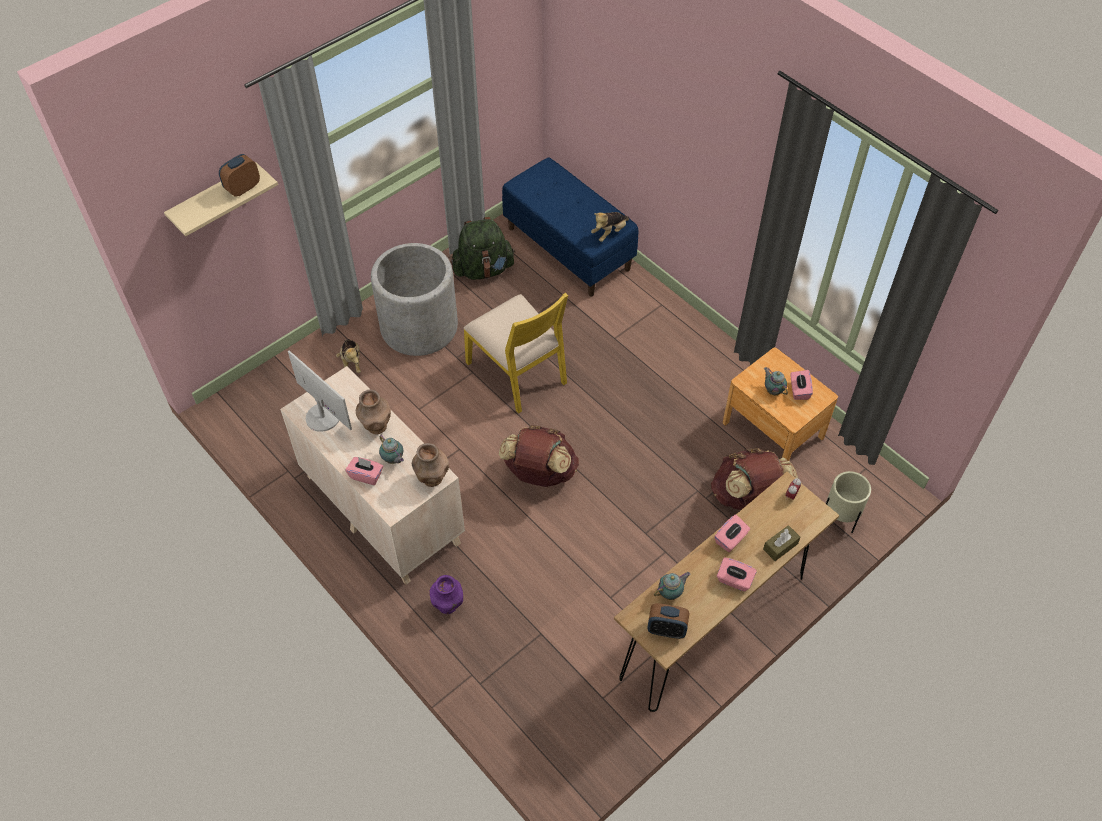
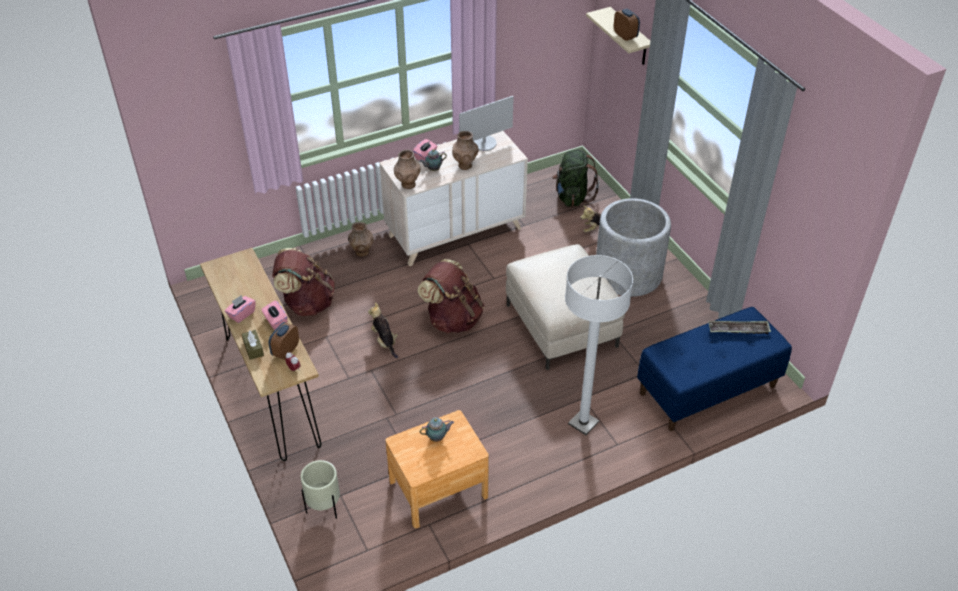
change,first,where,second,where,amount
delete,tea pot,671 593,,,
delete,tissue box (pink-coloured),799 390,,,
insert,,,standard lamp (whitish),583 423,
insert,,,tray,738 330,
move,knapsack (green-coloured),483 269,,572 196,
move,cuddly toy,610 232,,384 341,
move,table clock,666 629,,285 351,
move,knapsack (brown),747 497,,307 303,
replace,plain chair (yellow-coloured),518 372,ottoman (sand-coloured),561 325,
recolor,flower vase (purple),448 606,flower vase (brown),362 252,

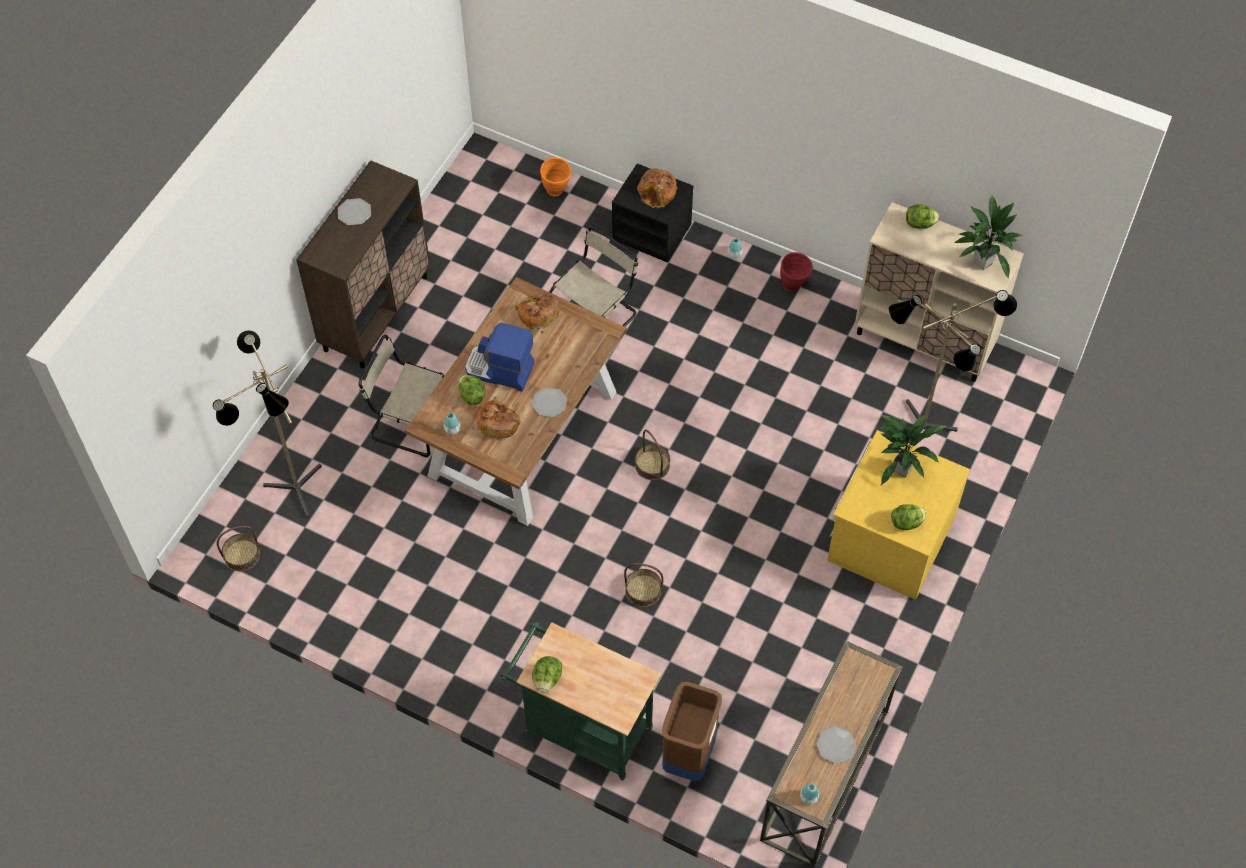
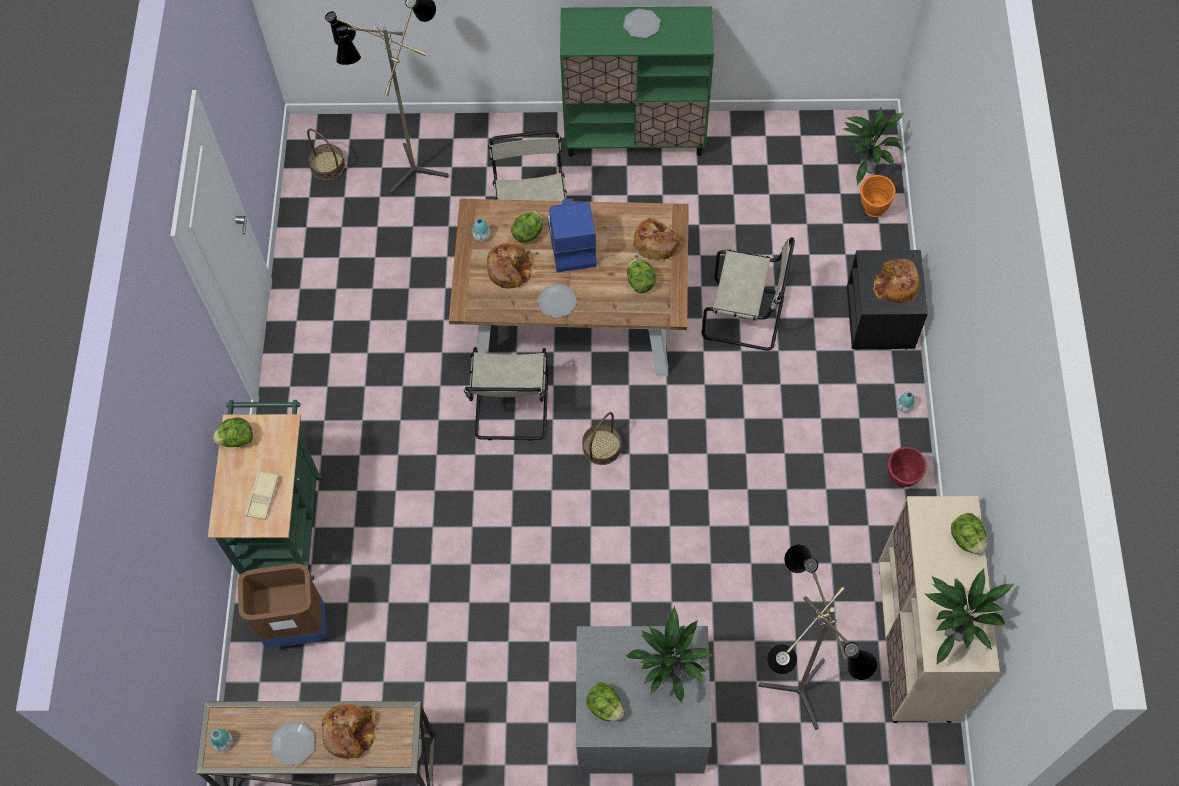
change,first,where,second,where,amount
delete,basket,643 590,,,
insert,,,tray (sand-coloured),263 497,
insert,,,baked bread,349 732,
insert,,,plain chair (sand-coloured),511 410,
insert,,,lettuce,640 282,
insert,,,plant in a pot,866 167,
recolor,cabinet (brown),376 312,cabinet (green-coloured),635 136,
recolor,dresser (yellow-coloured),889 537,dresser (grey),641 714,

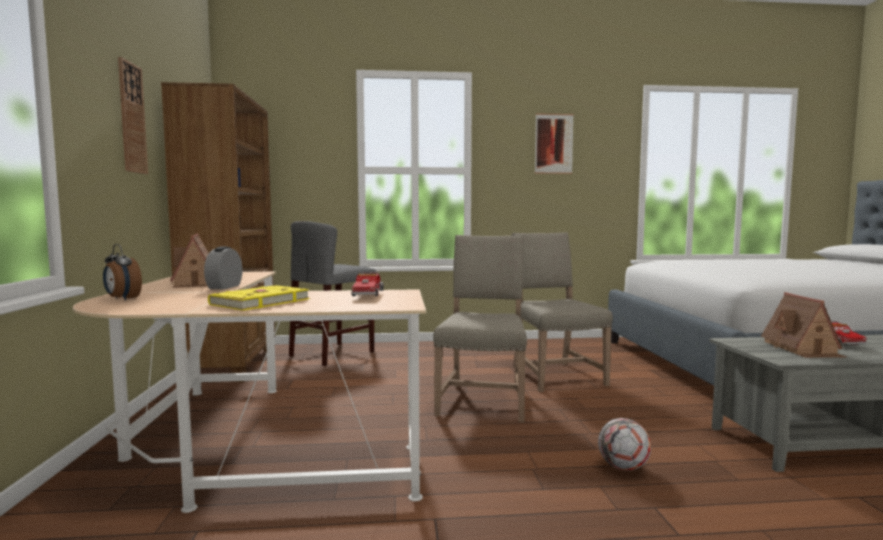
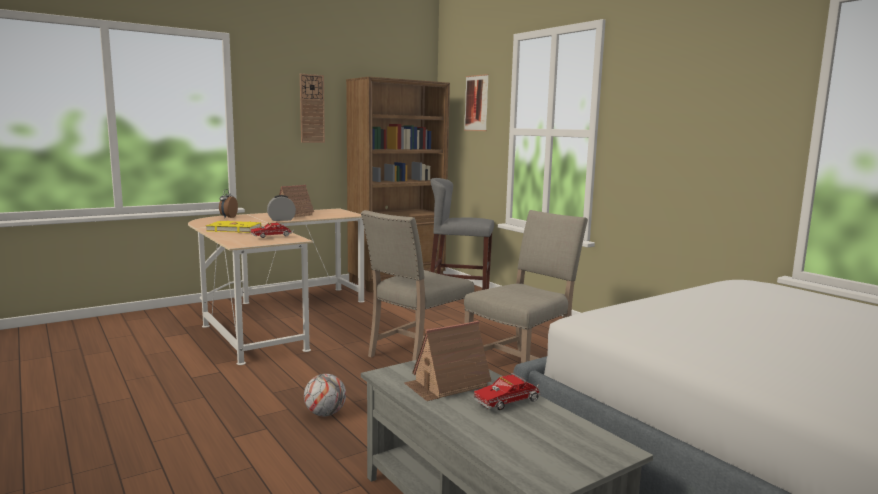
change,first,where,second,where,amount
move,wall art,553 144,,476 103,
rotate,plain chair (sand-coloured),483 400,,416 354,150 degrees clockwise

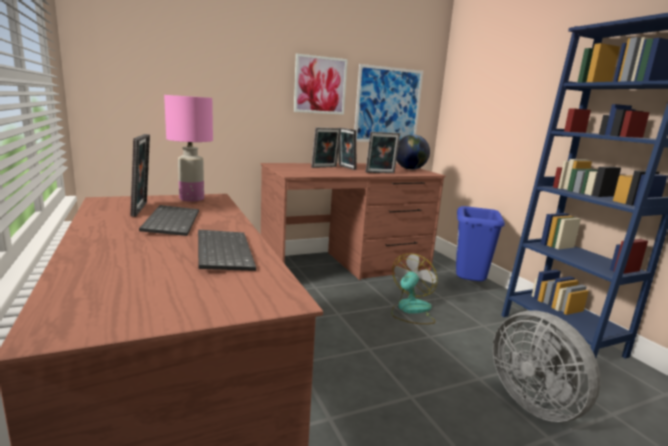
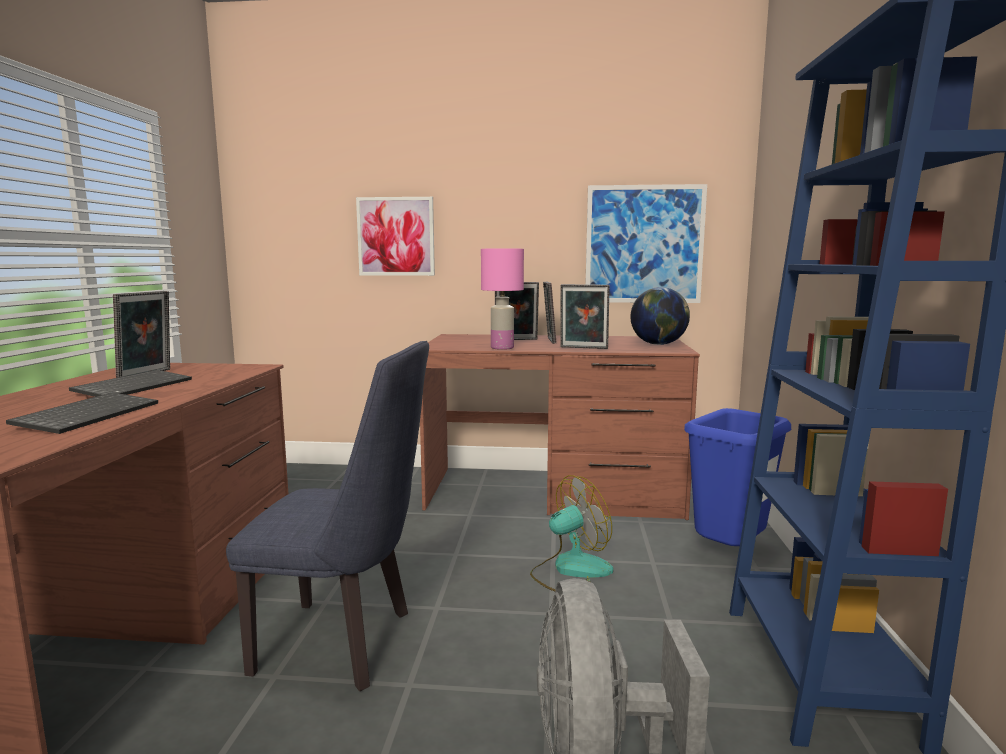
change,first,where,second,where,amount
insert,,,plain chair (blue),347 643,
move,lamp for a table (pink-coloured),191 199,,501 348,
move,wall art,320 85,,396 236,

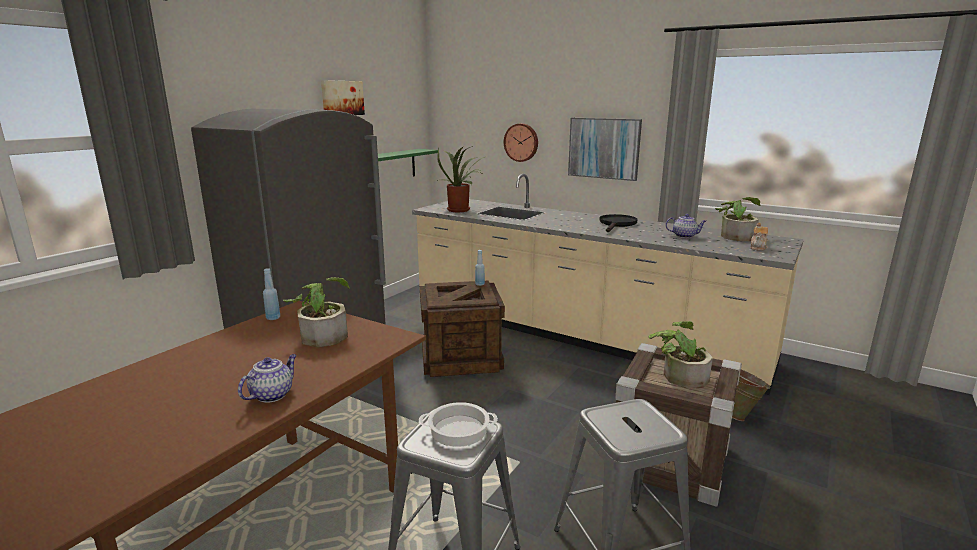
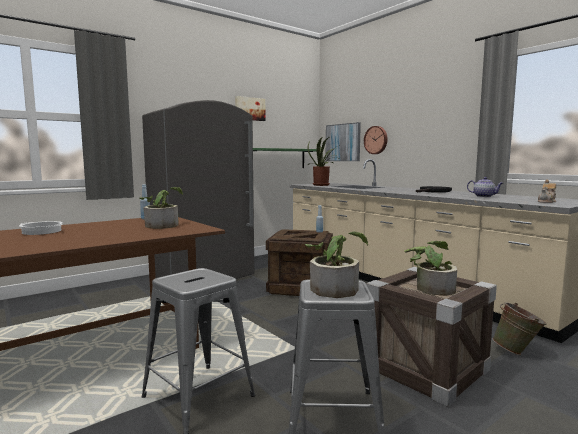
change,first,where,second,where,amount
delete,tea pot,272 394,,,
move,saucepot,459 429,,42 231,
move,wall art,604 148,,343 142,
move,plant in a pot,735 236,,335 287,

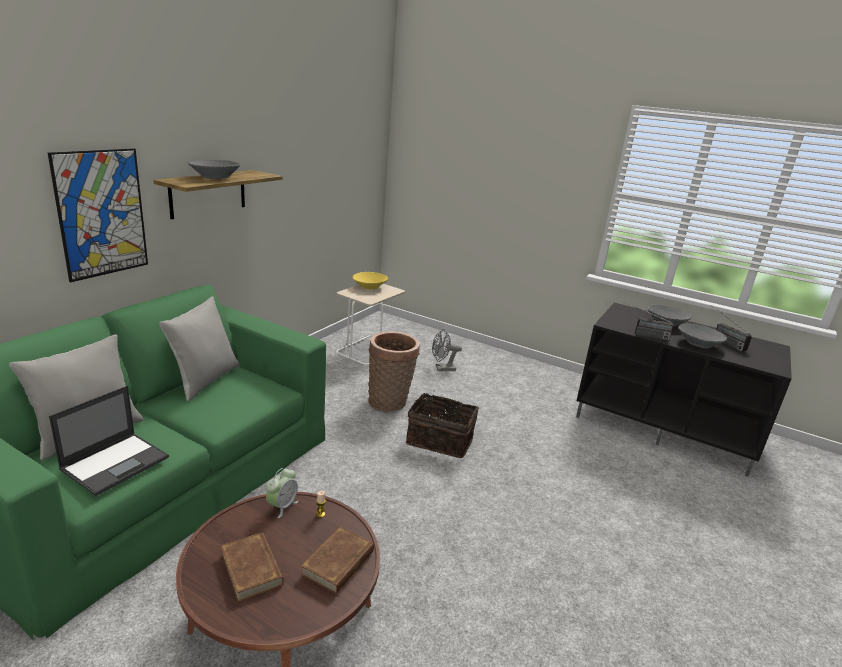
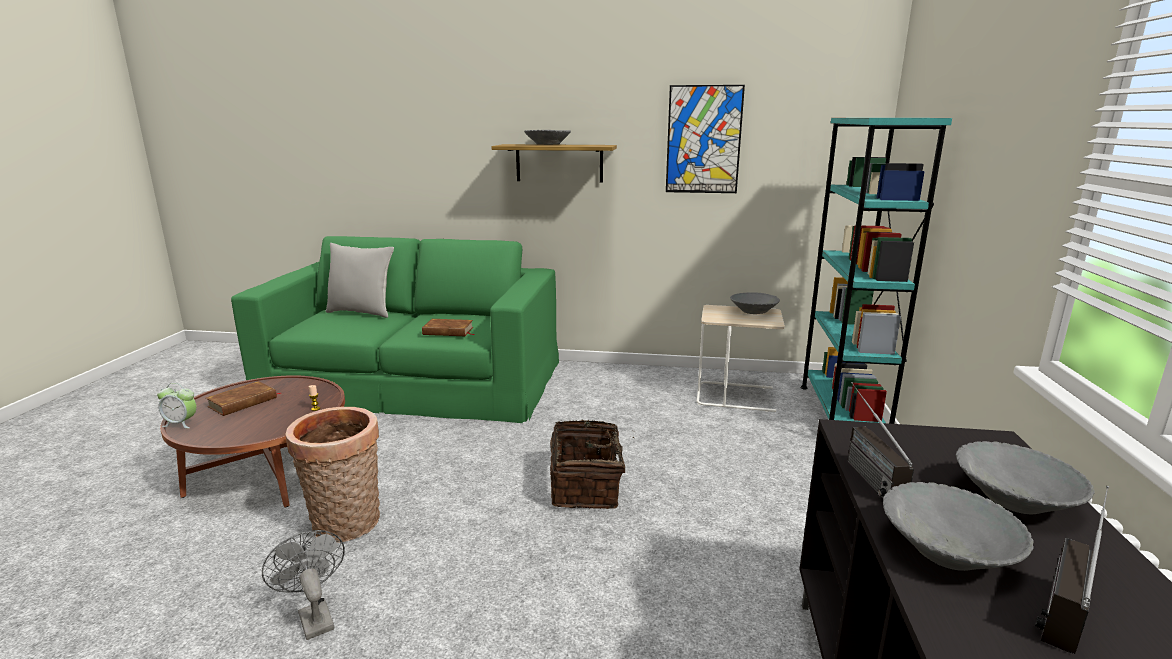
change,first,where,second,where,amount
delete,laptop,116 463,,,
delete,cushion (grey),204 380,,,
insert,,,bookshelf (blue-green),841 414,
move,wall art,102 214,,703 140,
move,table clock,282 506,,181 423,
move,volume (brown),338 563,,448 331,
move,basket,390 402,,346 526,
move,cooling fan (grey),442 368,,313 616,
recolor,serving bowl (yellow-coloured),369 287,serving bowl (grey),753 312,

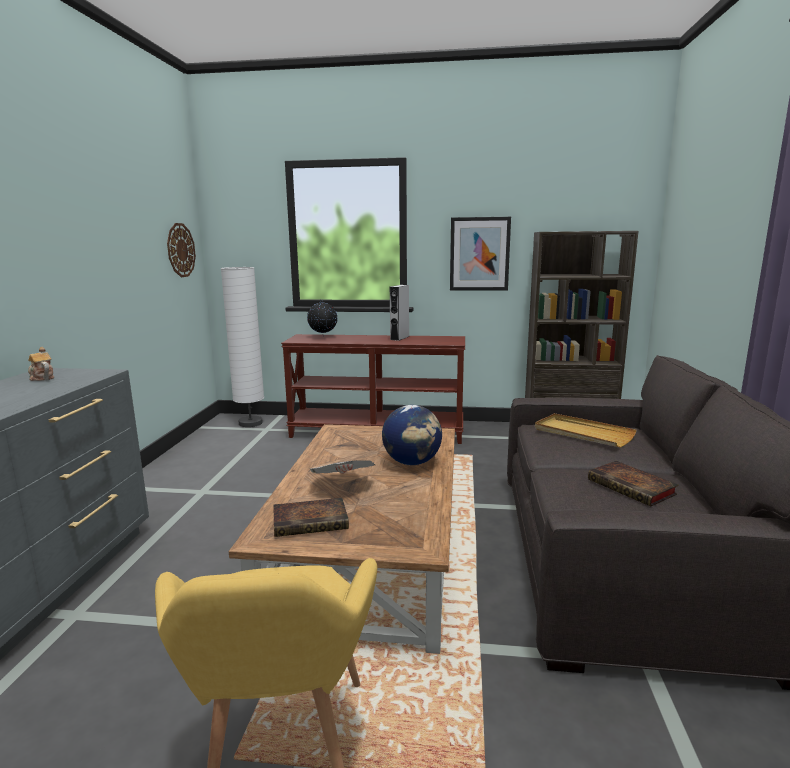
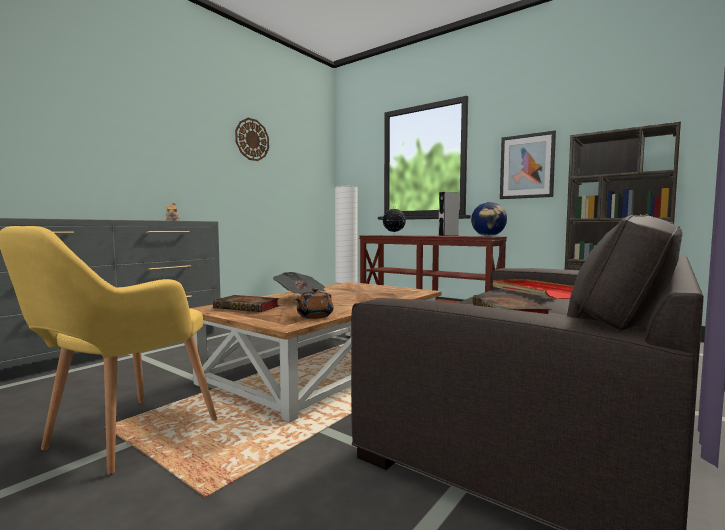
change,first,where,second,where,amount
insert,,,tea pot (brown),314 316,
move,hanging clock,180 250,,252 139,
move,world globe,412 462,,488 236,
recolor,tray (sand-coloured),582 433,tray (red-coloured),535 291,

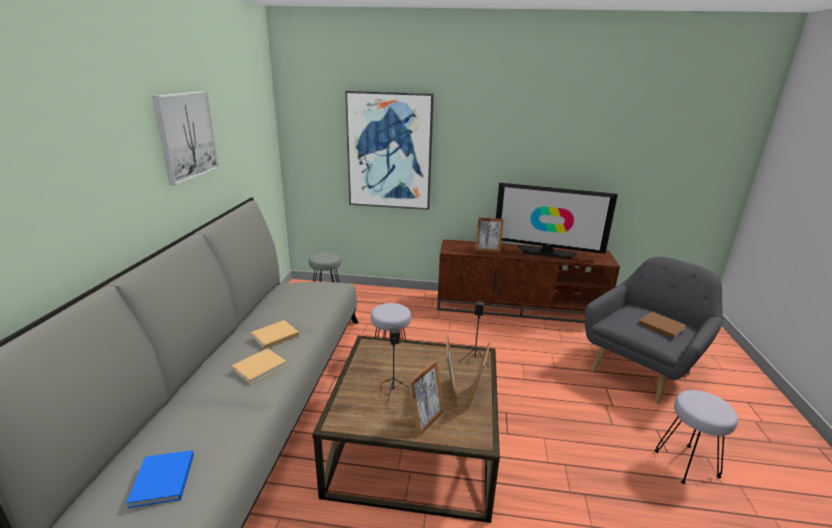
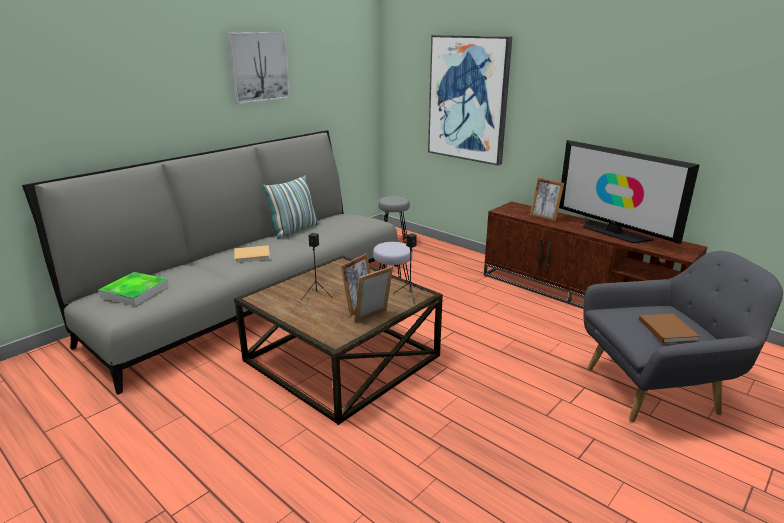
change,first,where,second,where,amount
delete,volume (sand-coloured),273 336,,,
delete,picture frame,426 421,,,
delete,sitting stool (grey),686 464,,,
insert,,,cushion,294 230,
replace,volume (blue),162 481,tray,135 292,

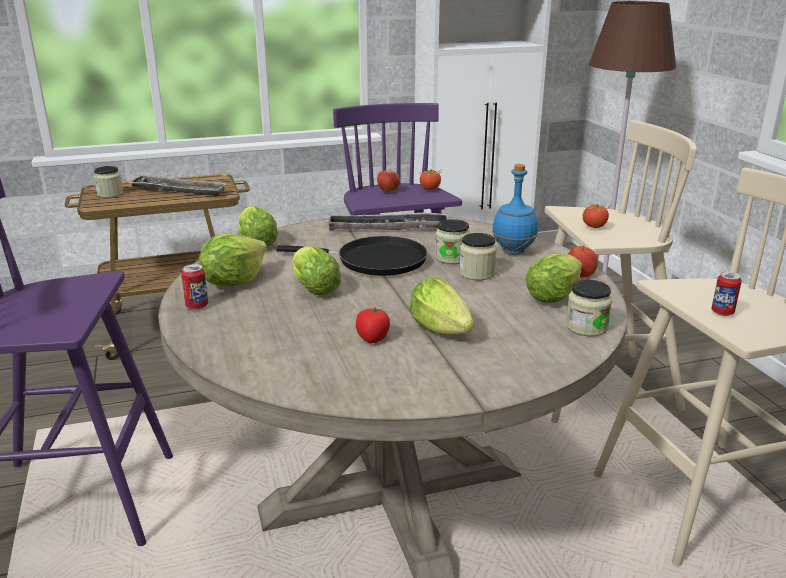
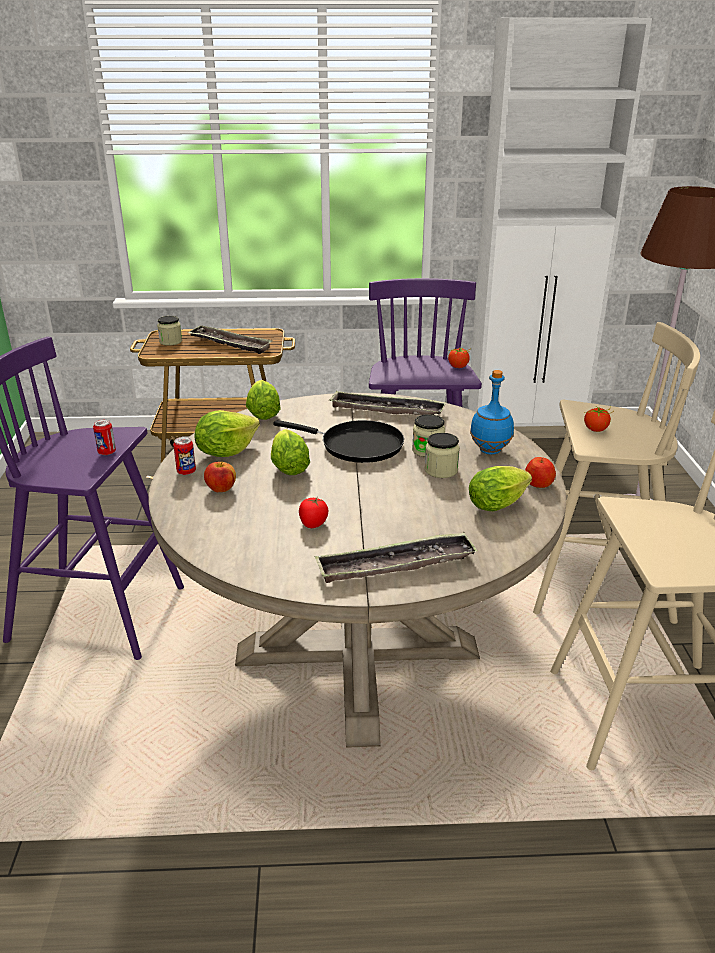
change,first,where,second,where,amount
delete,lettuce,444 332,,,
delete,preserve jar,586 327,,,
insert,,,tray,395 565,
move,whole apple,388 190,,221 489,
move,sealed can,722 312,,107 452,

